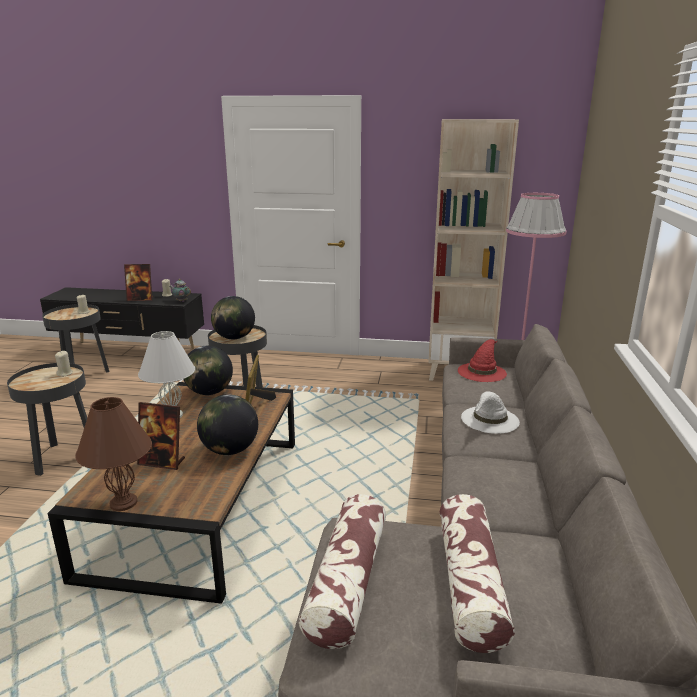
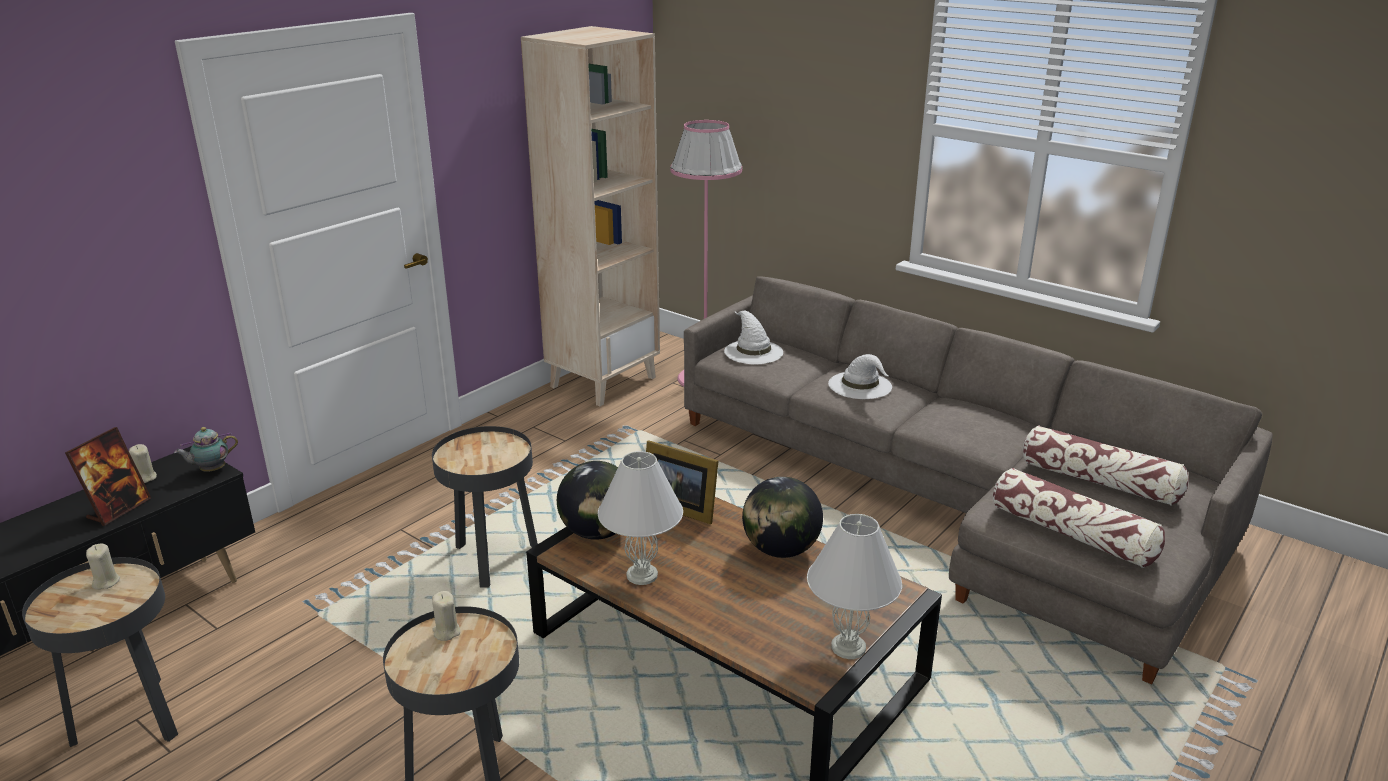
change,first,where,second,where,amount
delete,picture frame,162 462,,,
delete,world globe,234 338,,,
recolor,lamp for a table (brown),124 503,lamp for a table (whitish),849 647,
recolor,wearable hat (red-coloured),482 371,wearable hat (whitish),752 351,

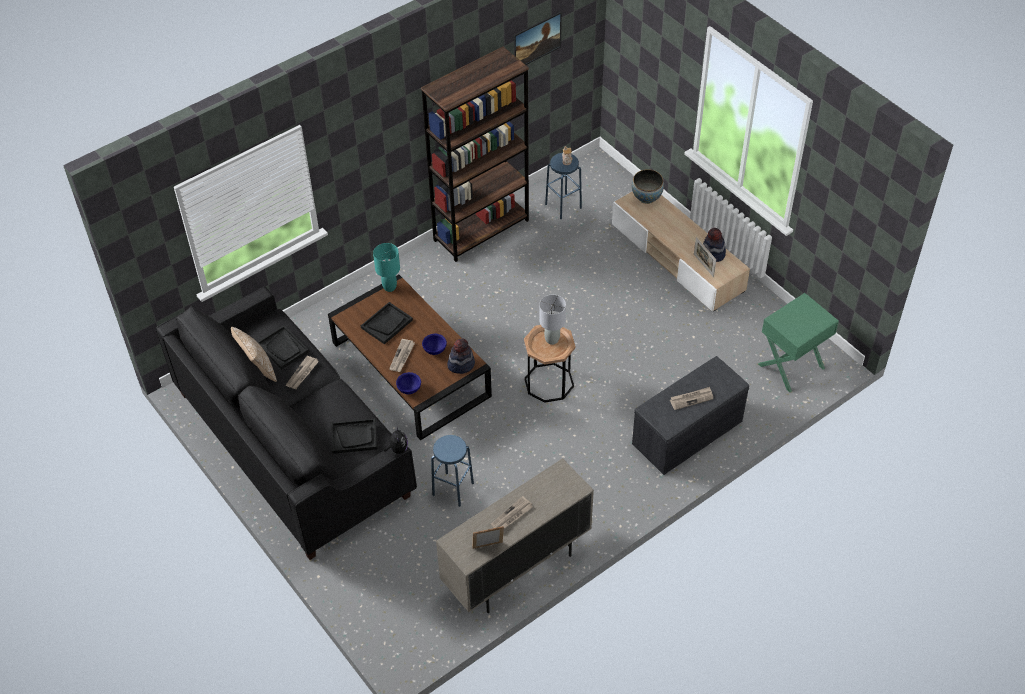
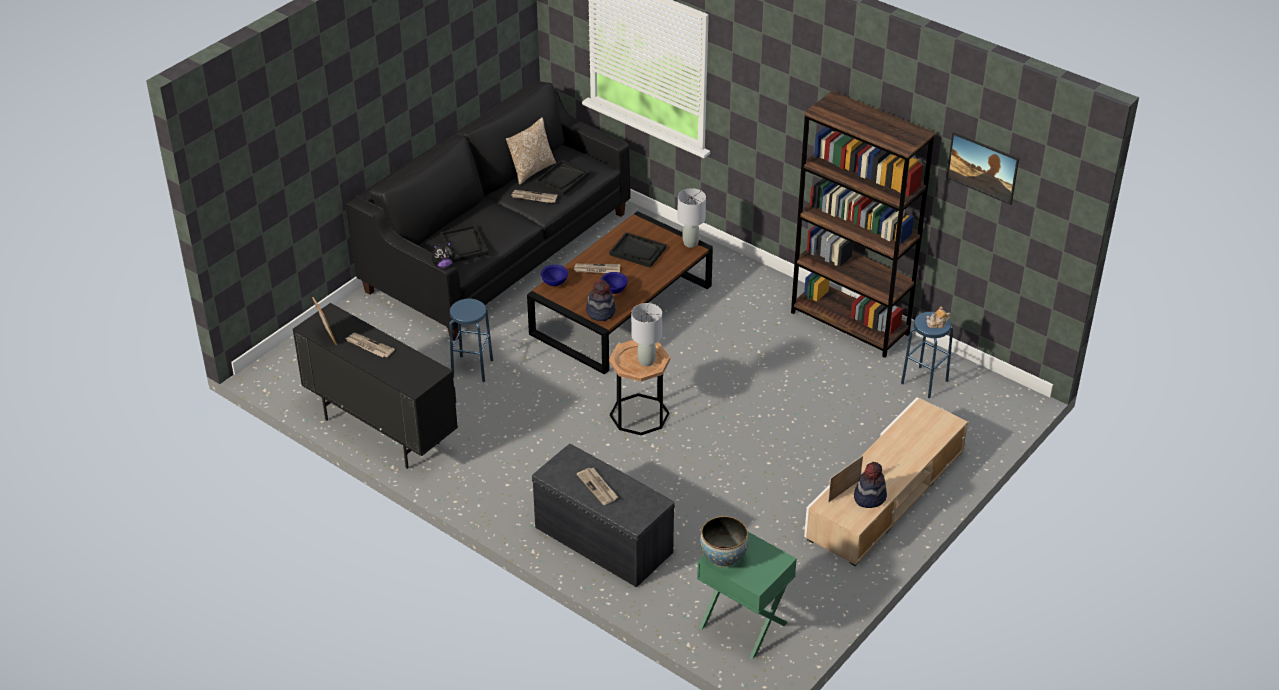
change,first,where,second,where,amount
move,serving bowl,646 198,,723 558,
recolor,lamp for a table (blue-green),390 287,lamp for a table (grey),691 243,
recolor,cabinet (sand-coloured),516 570,cabinet (black),381 431,

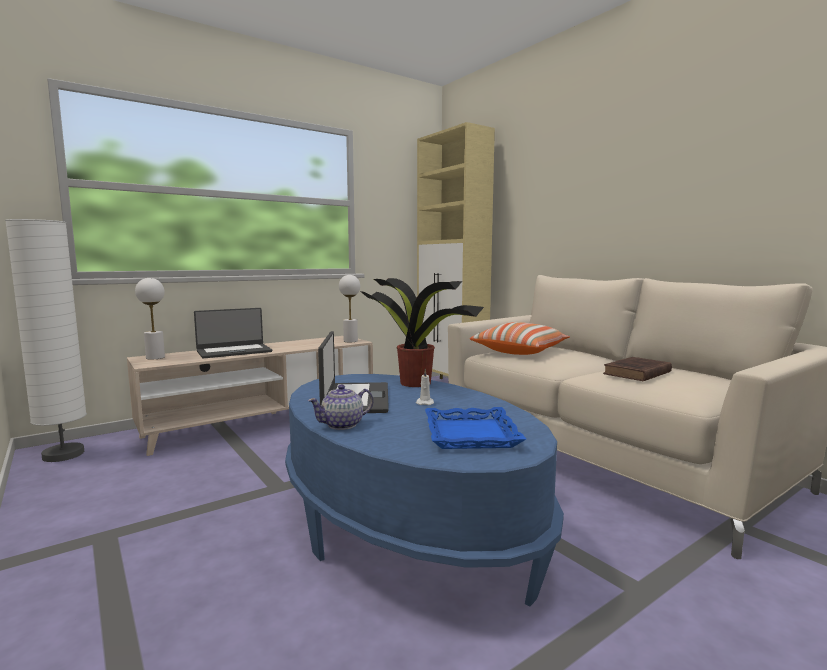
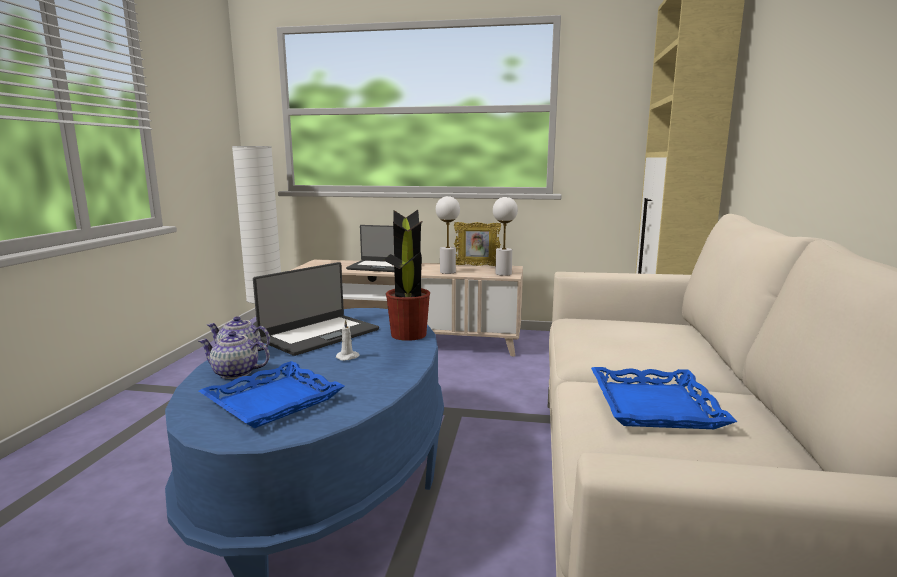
change,first,where,second,where,amount
delete,cushion,520 351,,,
insert,,,tea pot,236 373,
insert,,,picture frame,476 266,
move,lamp for a table (whitish),155 357,,447 272,
replace,volume (brown),636 373,tray (blue),653 405,

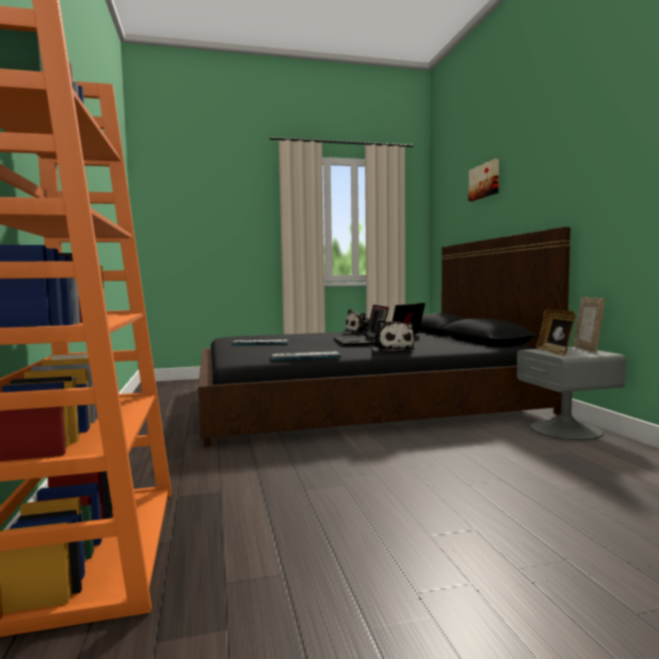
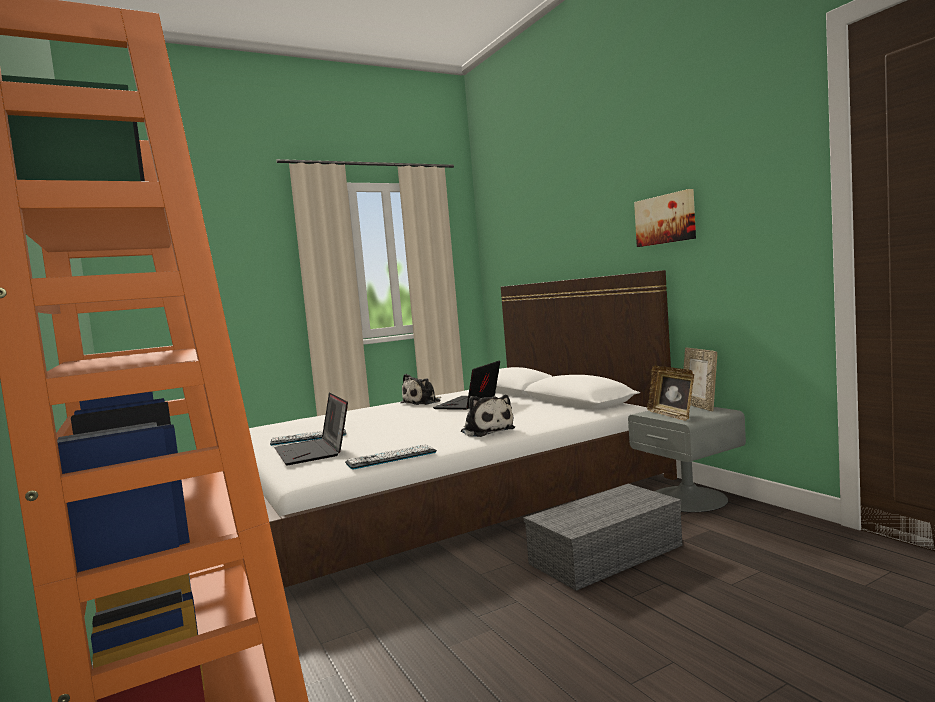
change,first,where,second,where,amount
insert,,,storage box (grey),605 555,
move,laptop,361 342,,314 452,
move,wall art,485 181,,666 219,
recolor,sleeping bed (black),360 399,sleeping bed (whitish),439 489,

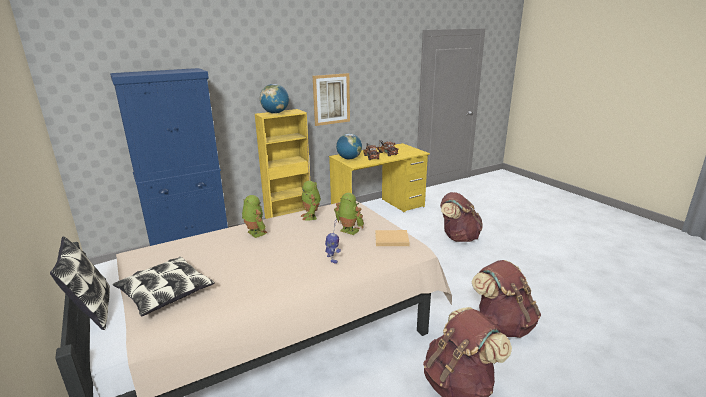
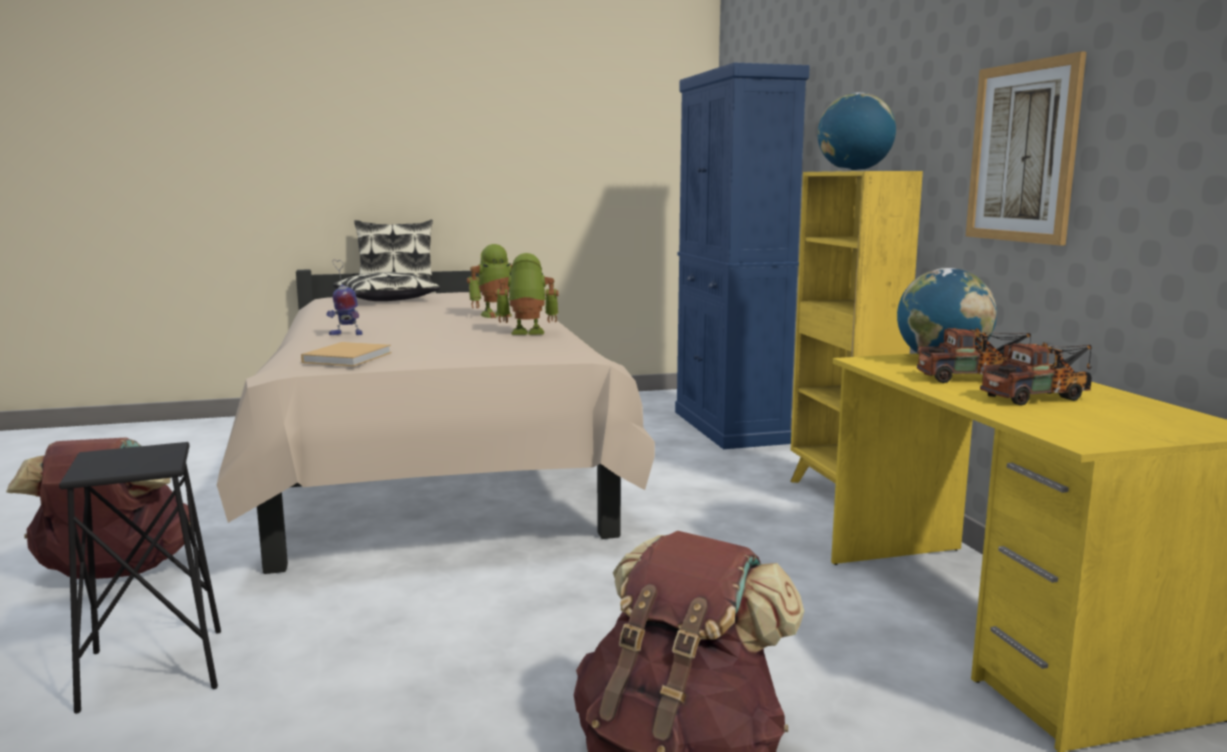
change,first,where,second,where,amount
delete,model robot,348 231,,,
replace,knapsack (brown),502 325,sitting stool (black),154 670,

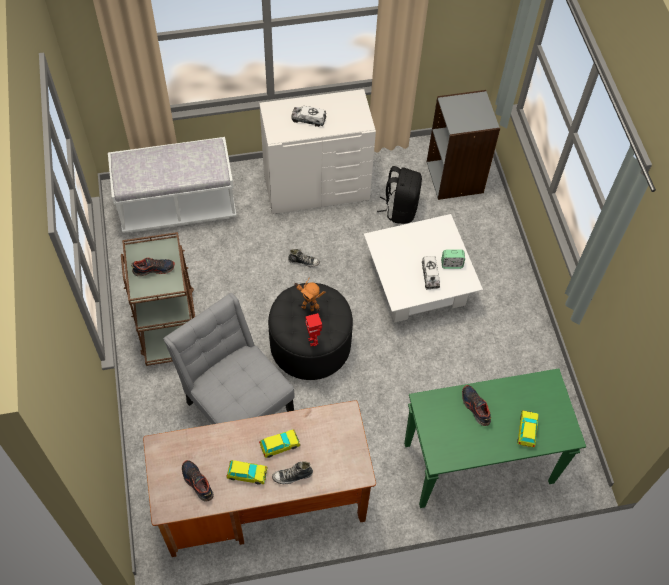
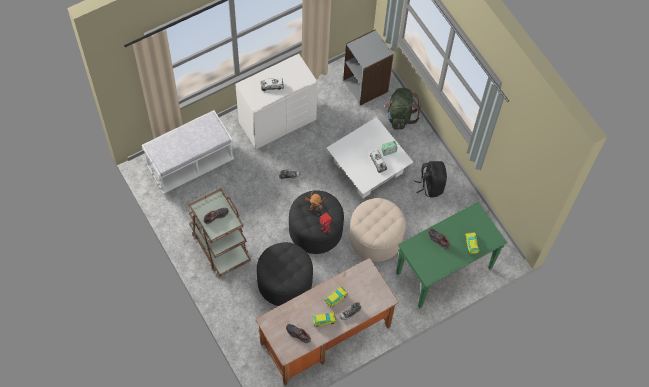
change,first,where,second,where,amount
insert,,,ottoman (sand-coloured),375 237,
insert,,,knapsack (green-coloured),400 116,
move,knapsack (black),400 209,,430 185,
replace,plain chair (grey),236 403,ottoman (black),285 281,

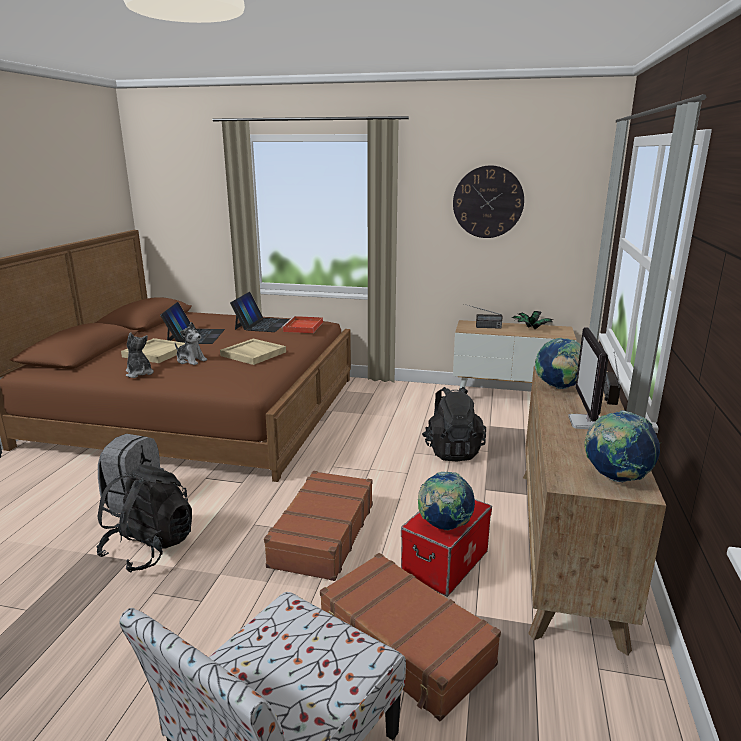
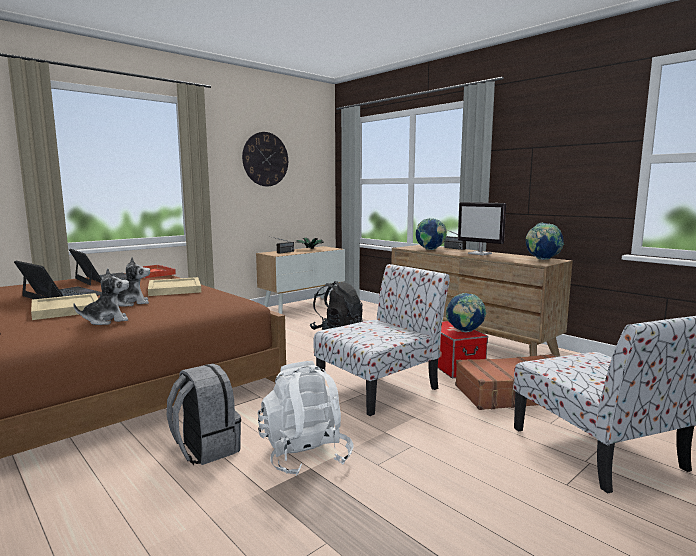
change,first,where,second,where,amount
replace,piece of luggage (brown),322 535,plain chair,380 387,
recolor,knapsack (black),150 548,knapsack (whitish),305 455,
rotate,cuddly toy,139 373,,106 321,150 degrees clockwise

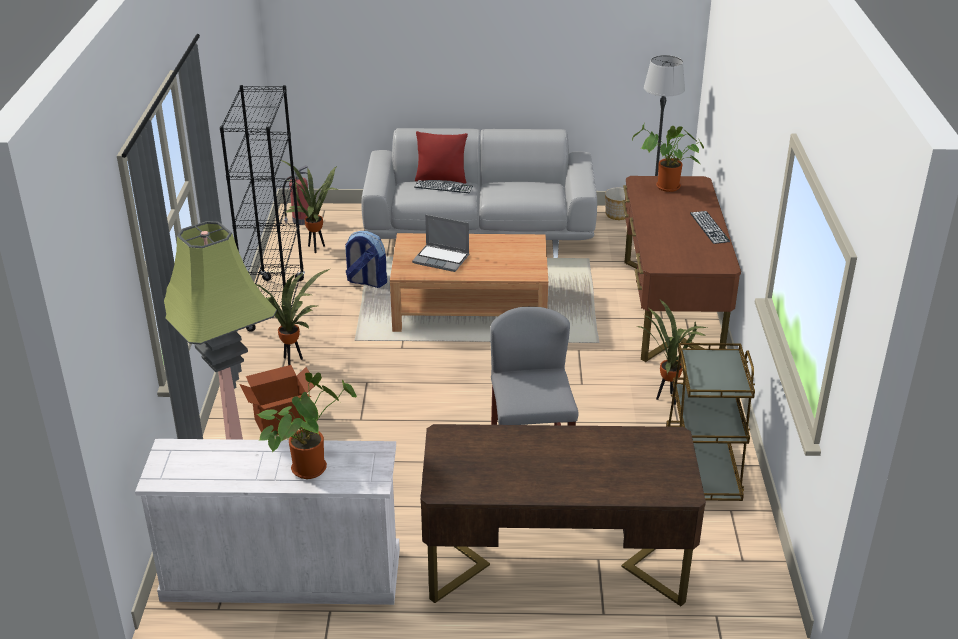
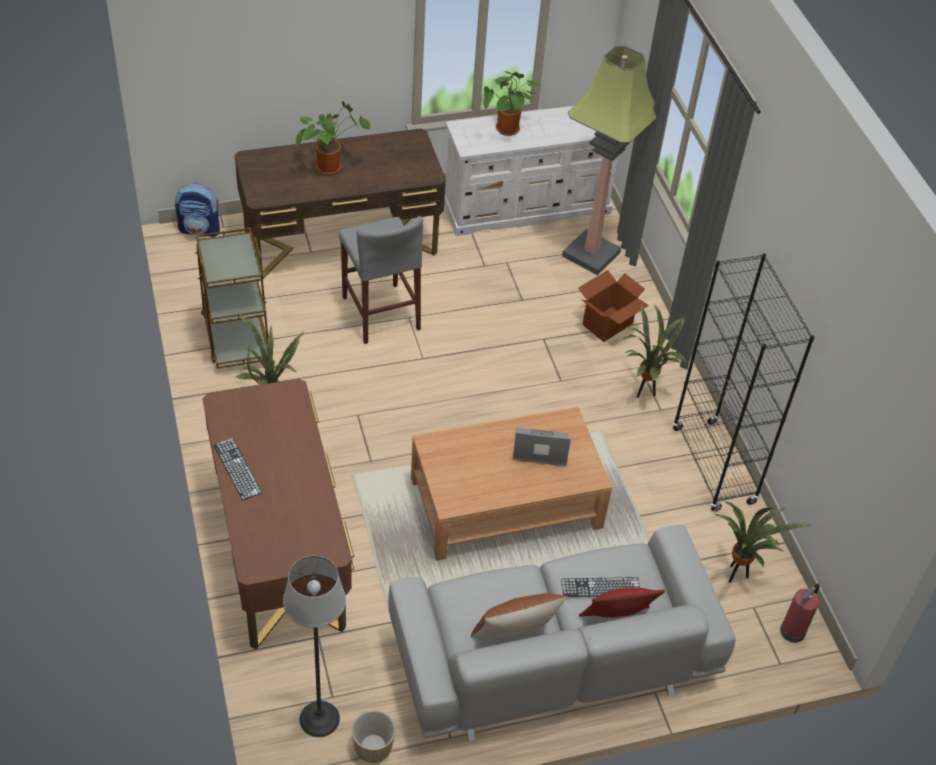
change,first,where,second,where,amount
insert,,,cushion (brown),514 636,
move,knapsack,366 282,,200 229,
move,plant in a pot,665 188,,330 166,

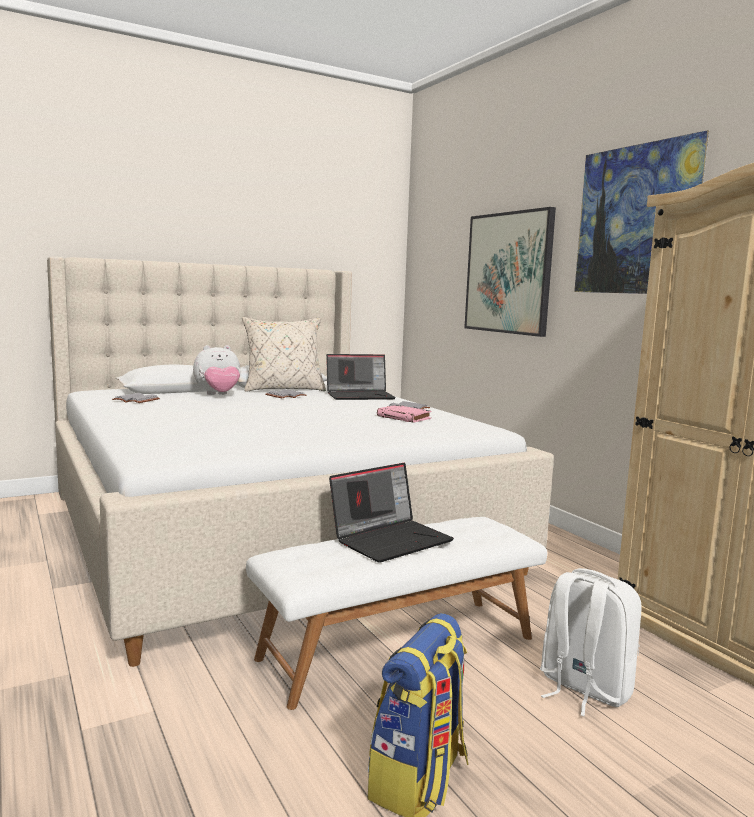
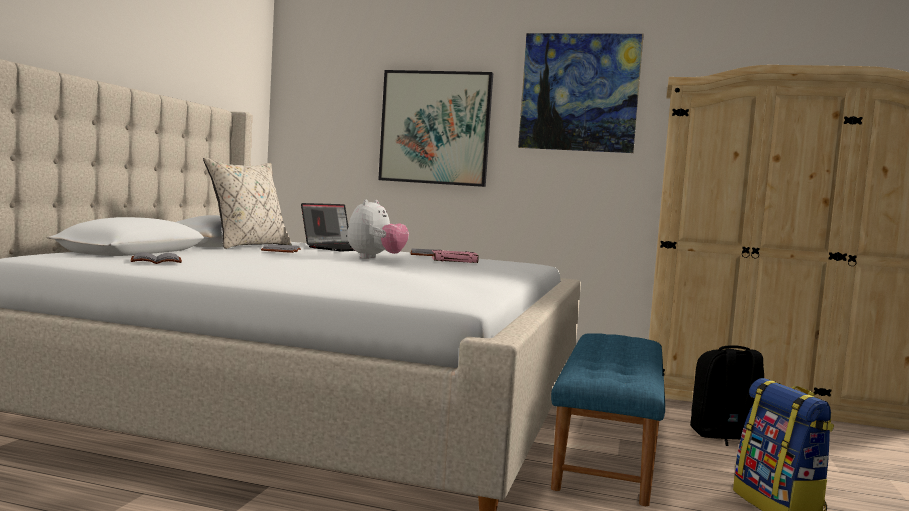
change,first,where,second,where,amount
delete,laptop,391 539,,,
move,cuddly toy,218 395,,375 258,
recolor,indoor bench (whitish),398 647,indoor bench (blue),606 450,
recolor,knapsack (whitish),583 688,knapsack (black),724 436,

